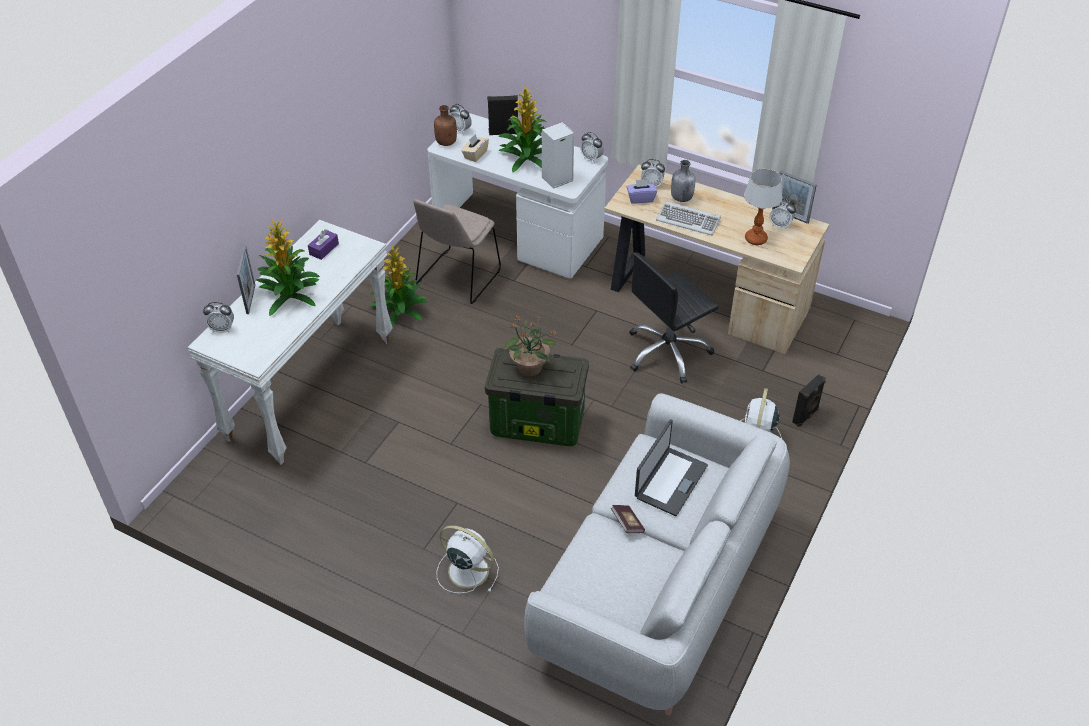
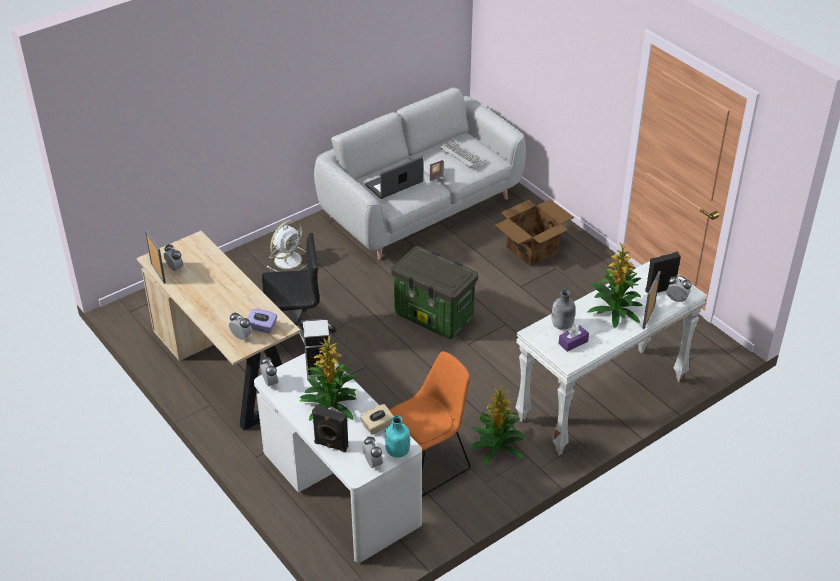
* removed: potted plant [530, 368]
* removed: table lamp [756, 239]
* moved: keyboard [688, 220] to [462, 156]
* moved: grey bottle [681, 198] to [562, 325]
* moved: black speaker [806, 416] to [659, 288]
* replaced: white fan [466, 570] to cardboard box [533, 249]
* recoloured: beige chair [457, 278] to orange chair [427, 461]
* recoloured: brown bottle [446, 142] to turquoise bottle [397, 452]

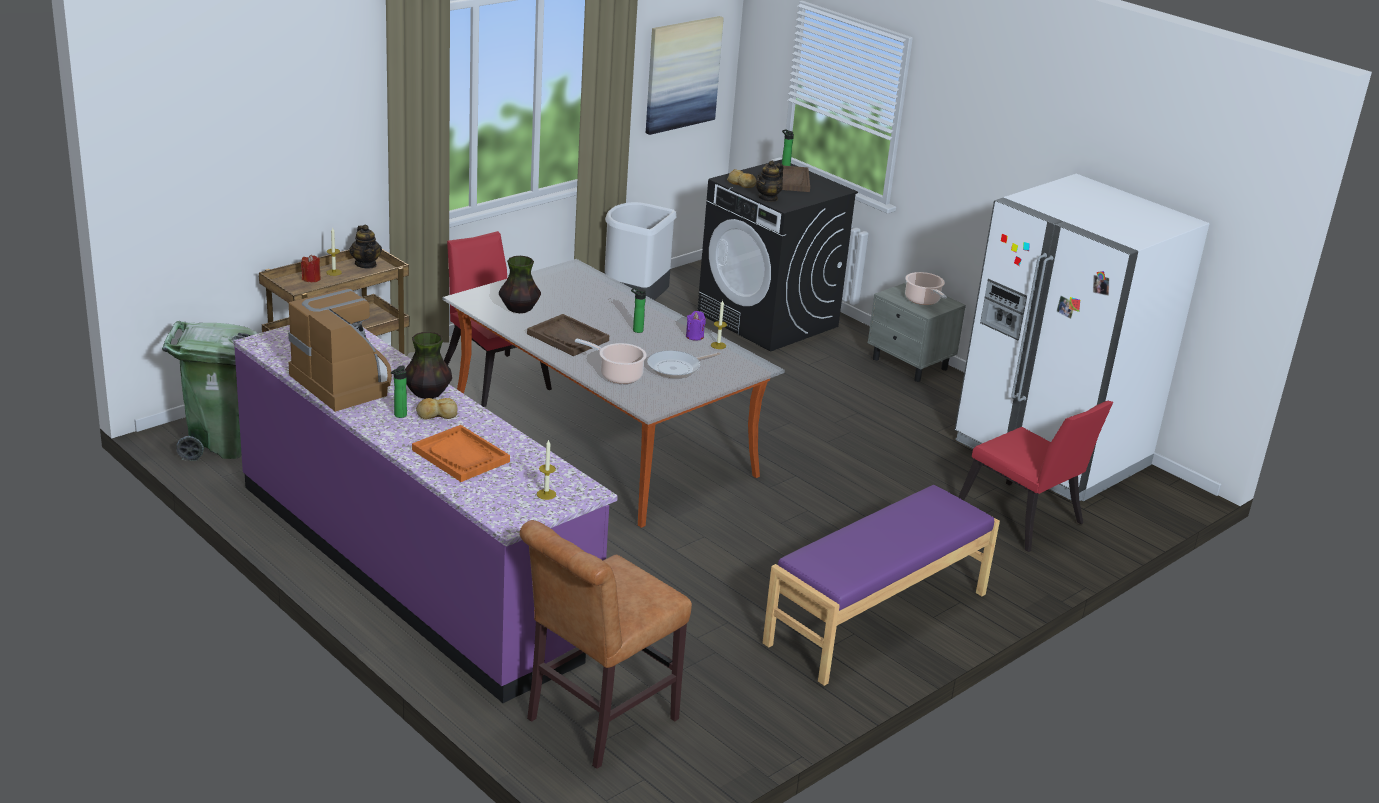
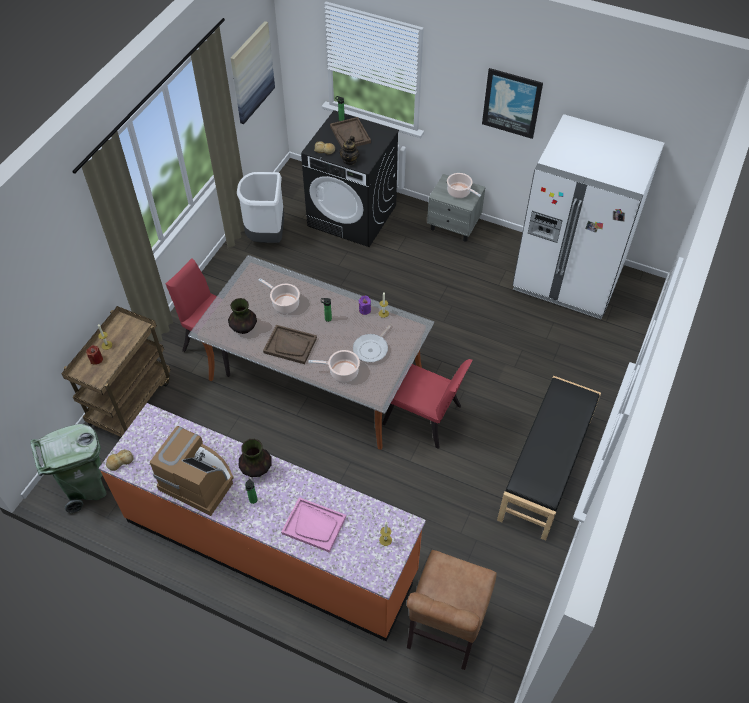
* removed: teapot [366, 264]
* added: cooking pot [284, 303]
* added: picture [512, 103]
* moved: bread [436, 414] to [120, 462]
* moved: red chair [1023, 521] to [426, 418]
* recoloured: purple counter [414, 565] to orange counter [270, 546]
* recoloured: orange tray [461, 456] to pink tray [314, 525]
* recoloured: purple bench [878, 619] to black bench [546, 469]

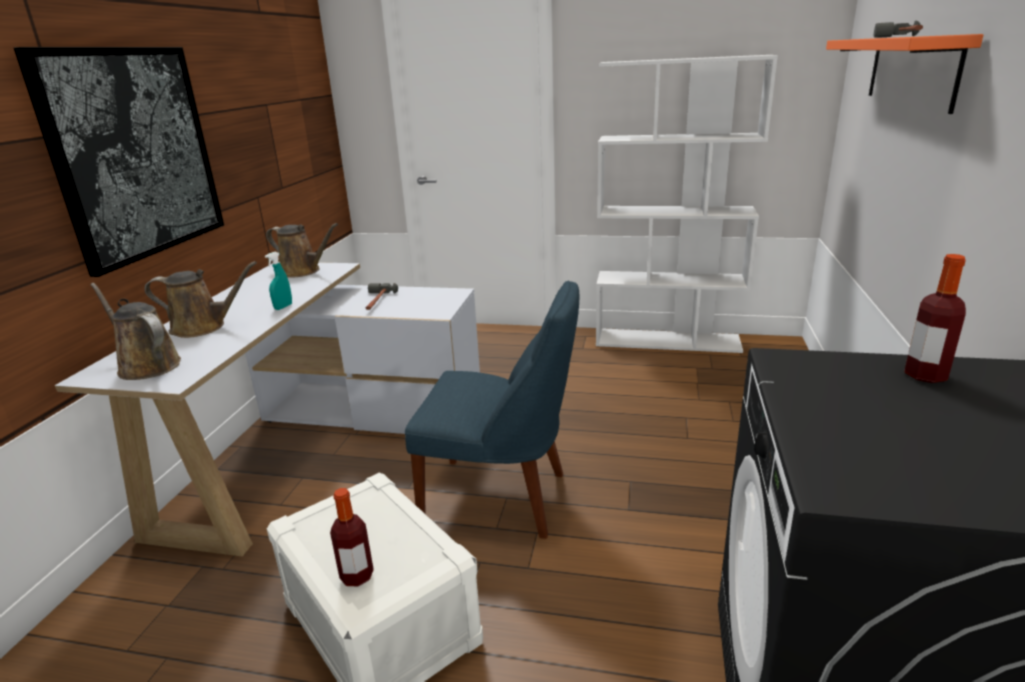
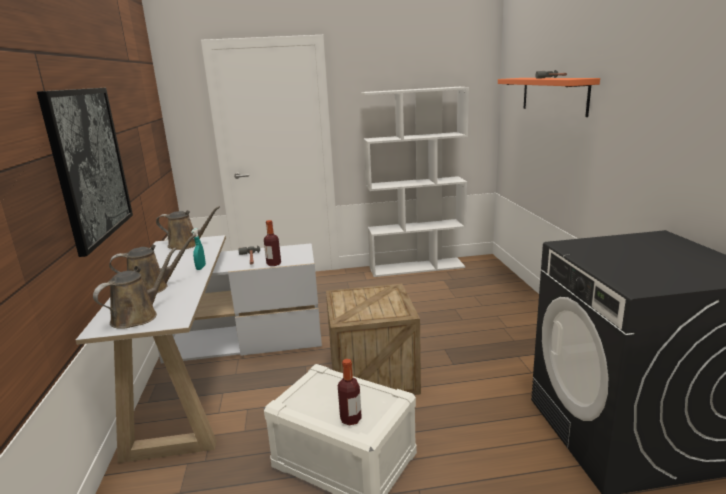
* moved: bottle [925, 375] to [274, 264]
* replaced: blue chair [502, 498] to crate [373, 375]
* turned: brown watering can [146, 365] = [138, 316] 105 degrees clockwise

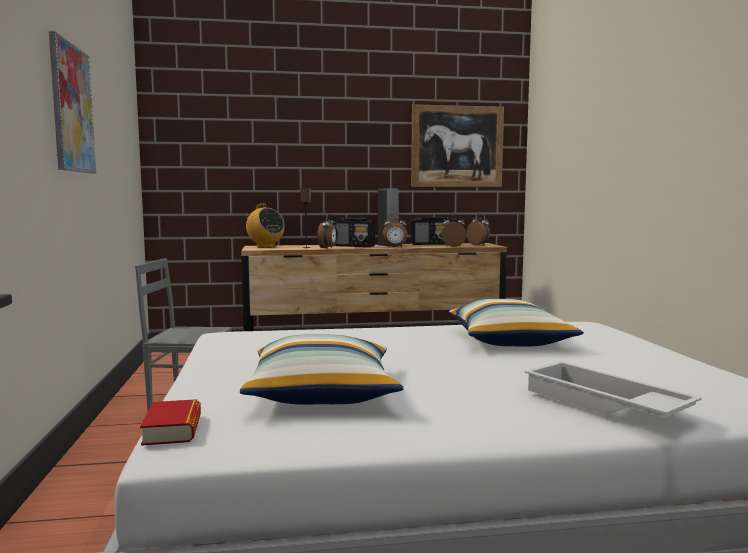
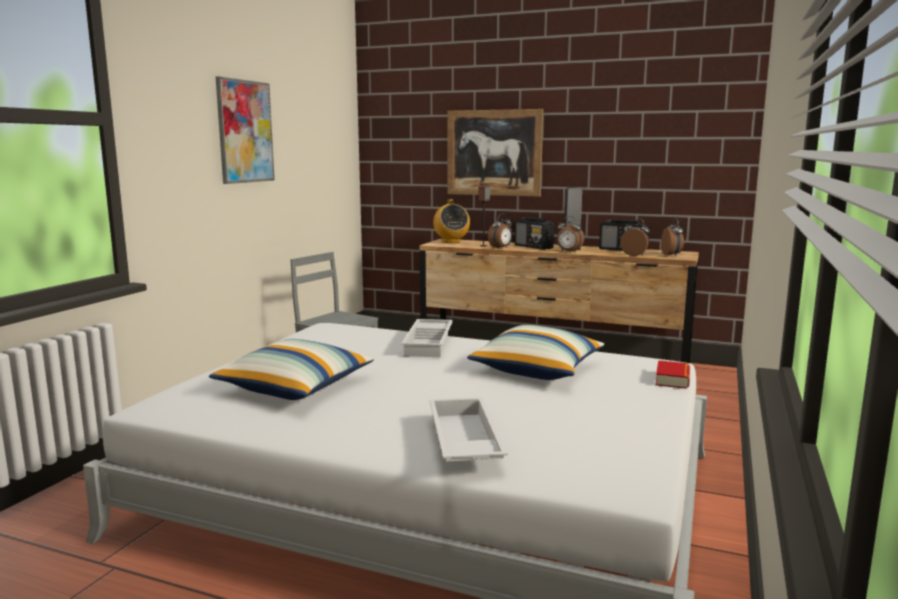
* added: white tray [430, 343]
* moved: book [172, 429] to [672, 379]
* moved: picture [457, 146] to [494, 153]

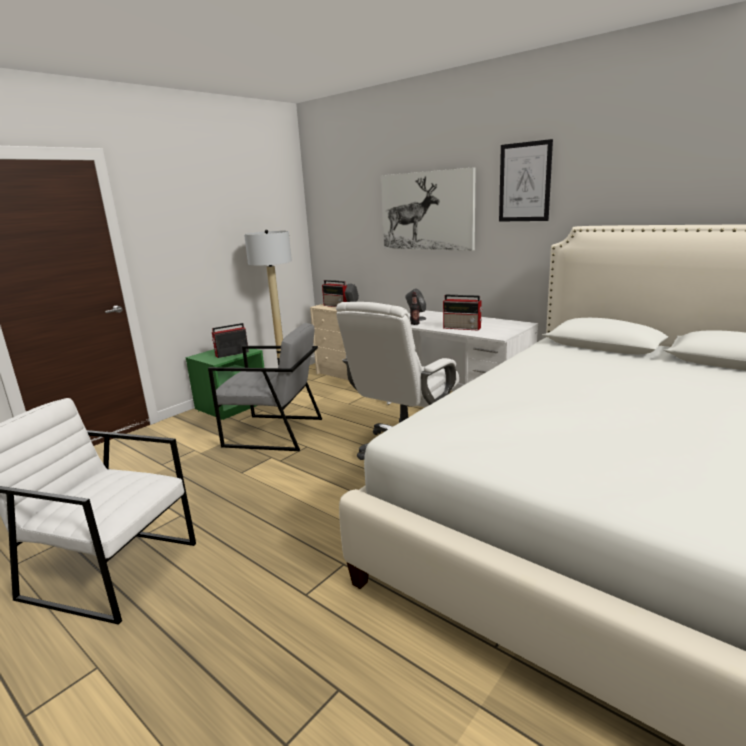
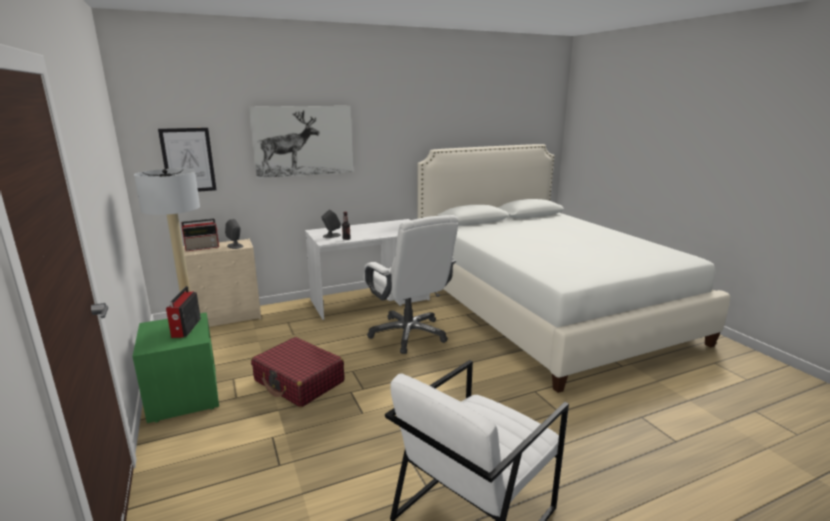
* removed: radio [463, 328]
* moved: picture [524, 182] to [188, 160]
* replaced: grey armchair [274, 432] to red suitcase [299, 381]

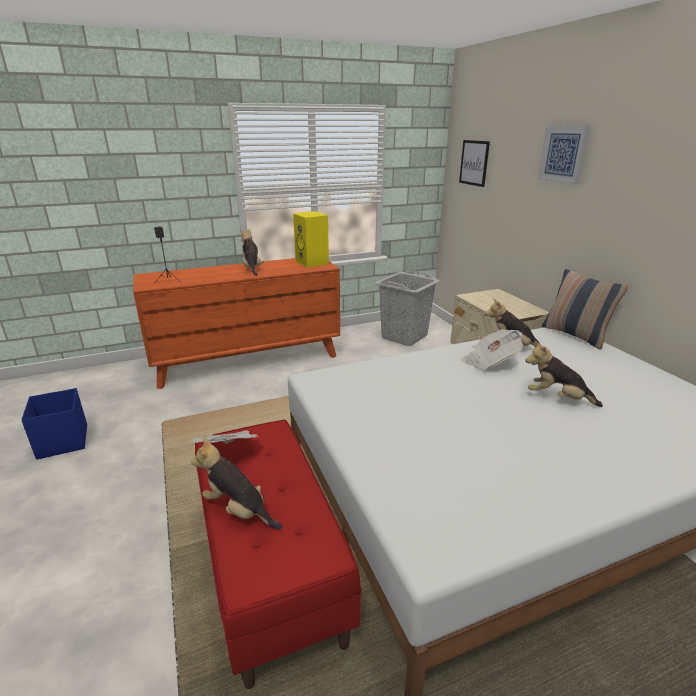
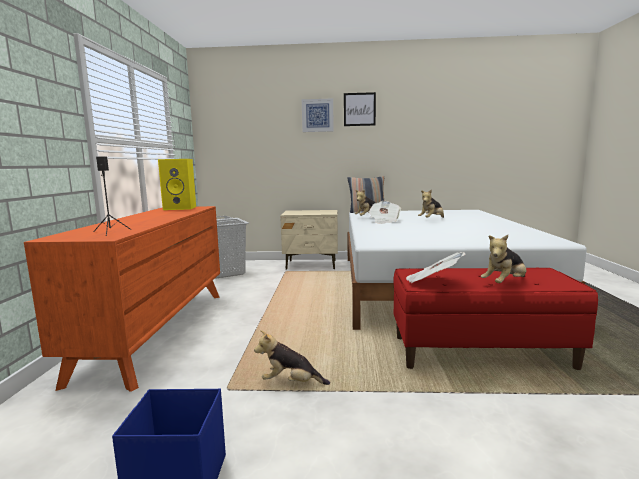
* moved: plush toy [252, 269] to [291, 383]
* moved: picture [474, 163] to [359, 109]

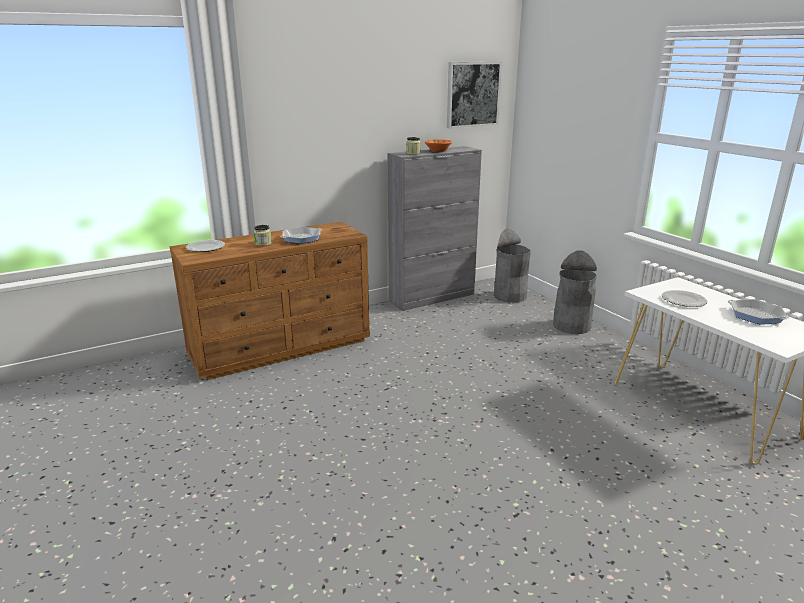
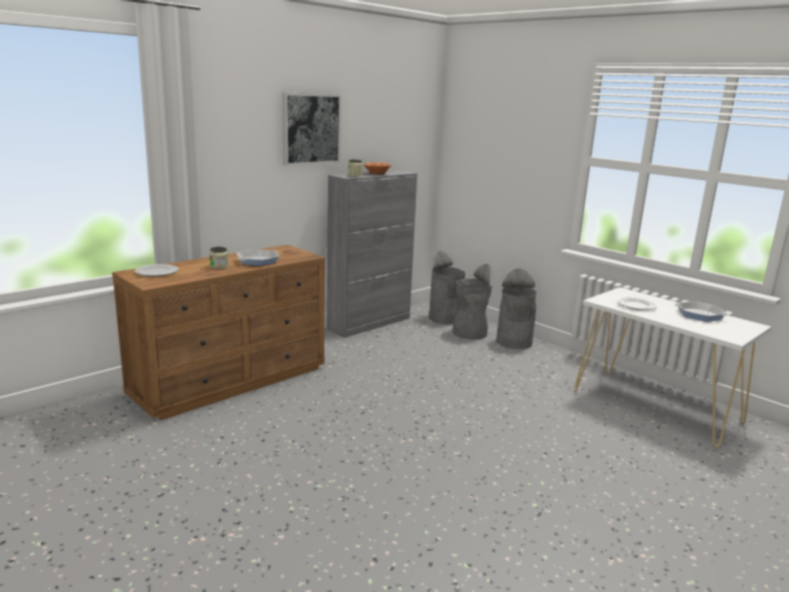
* added: grey trash can [469, 333]
* moved: picture [473, 94] to [311, 129]

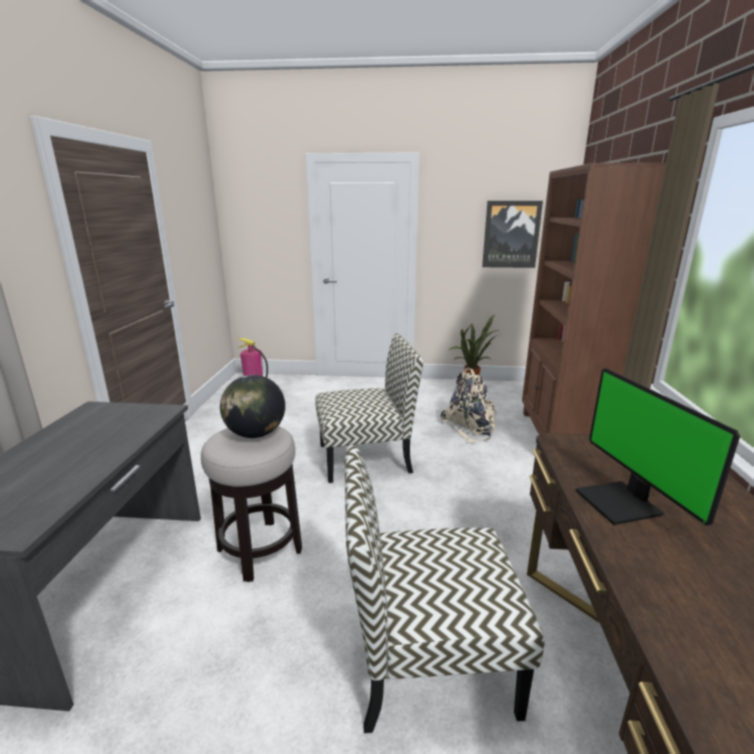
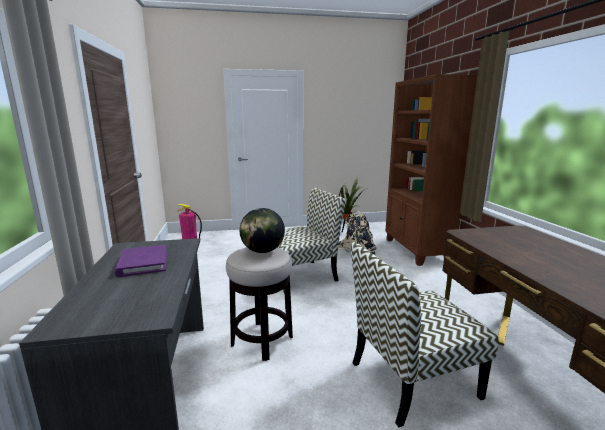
* removed: picture [511, 234]
* removed: monitor [621, 503]
* added: purple book [143, 263]

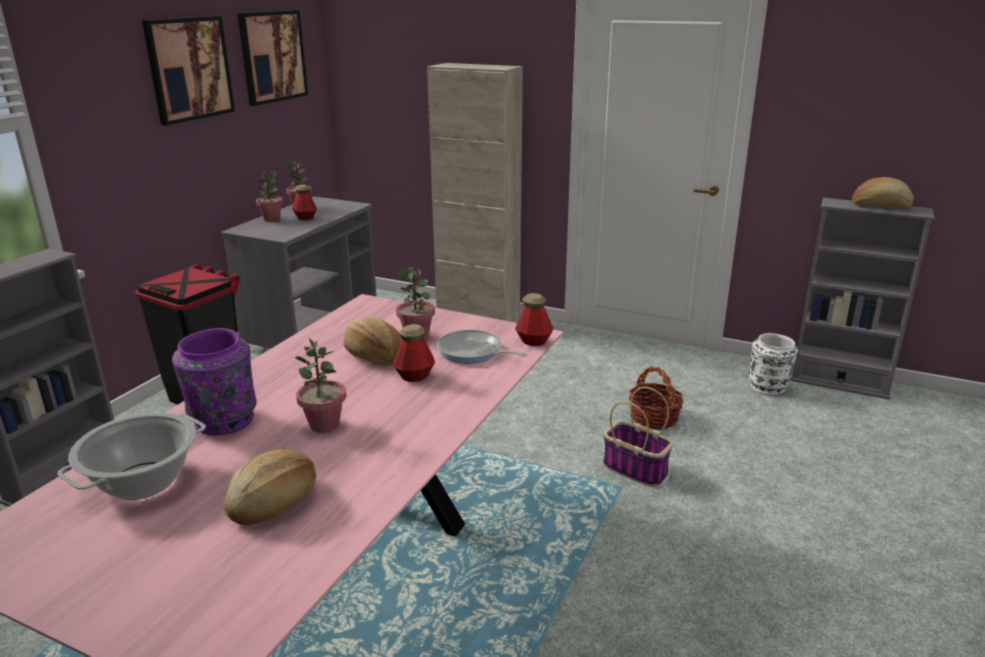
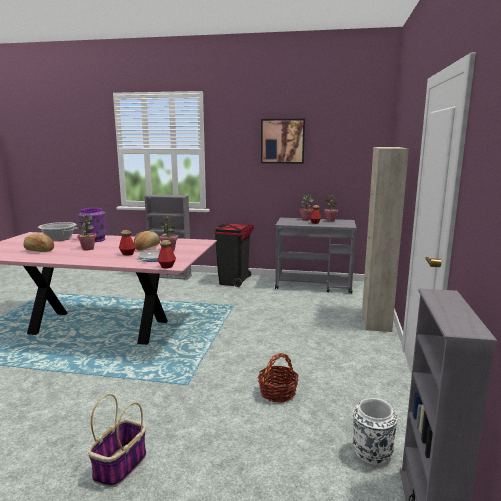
* removed: picture [272, 56]
* removed: bread [880, 206]
* moved: basket [636, 469] to [120, 467]

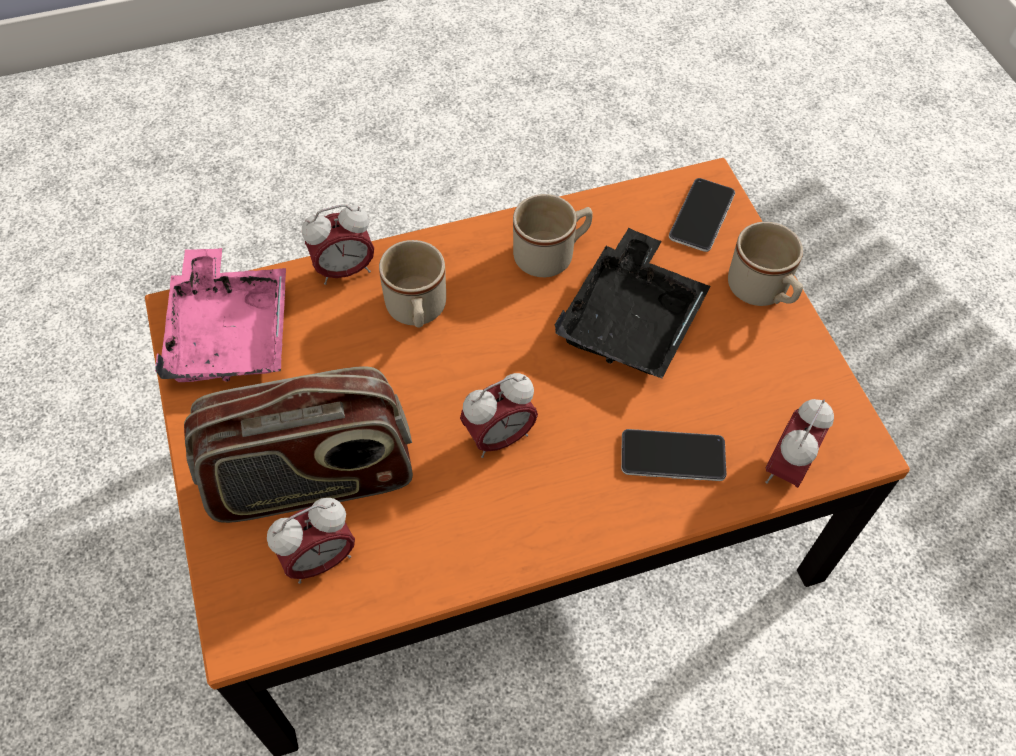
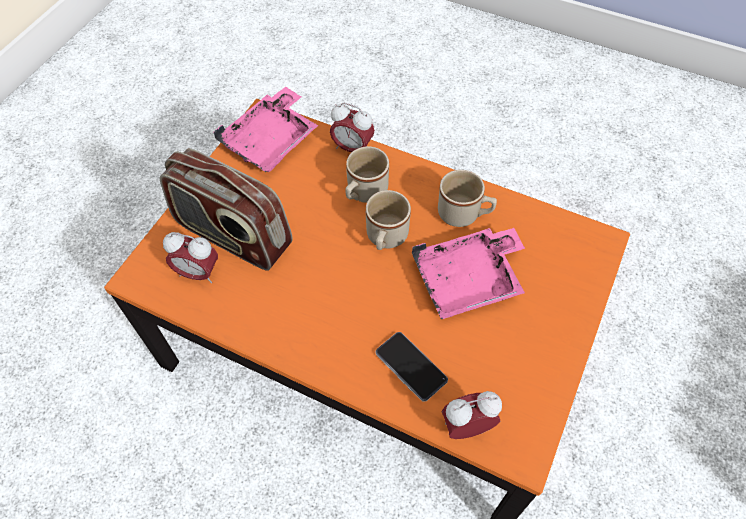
* removed: alarm clock [499, 438]
* removed: phone [702, 216]
* moved: beige mug [762, 292] to [385, 239]
* recoloured: black tray [631, 321] to pink tray [469, 280]

